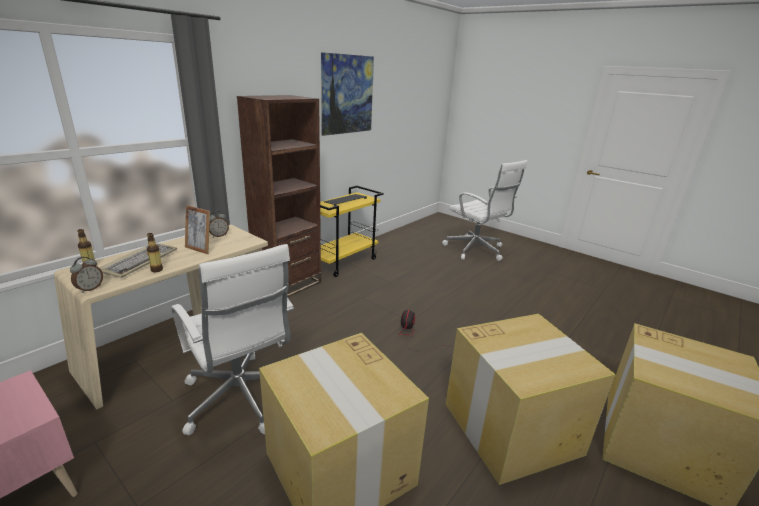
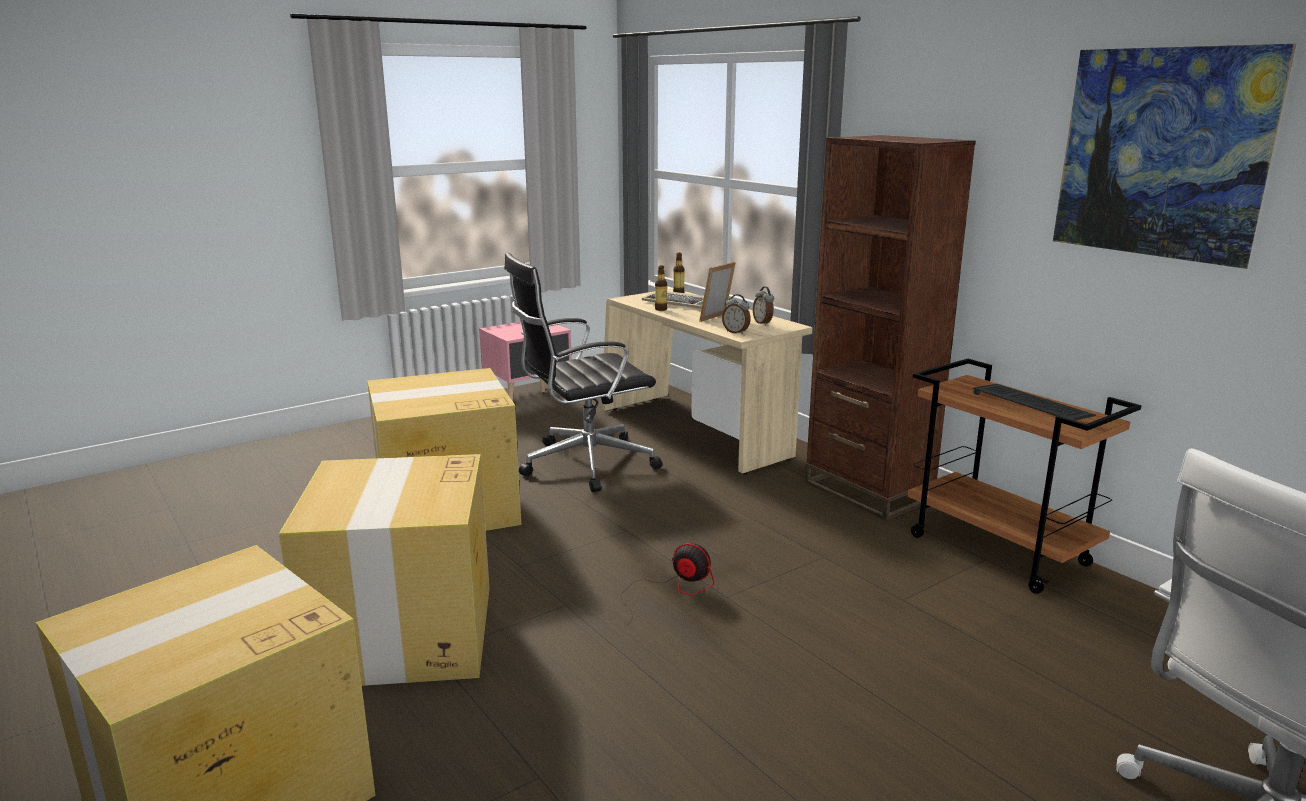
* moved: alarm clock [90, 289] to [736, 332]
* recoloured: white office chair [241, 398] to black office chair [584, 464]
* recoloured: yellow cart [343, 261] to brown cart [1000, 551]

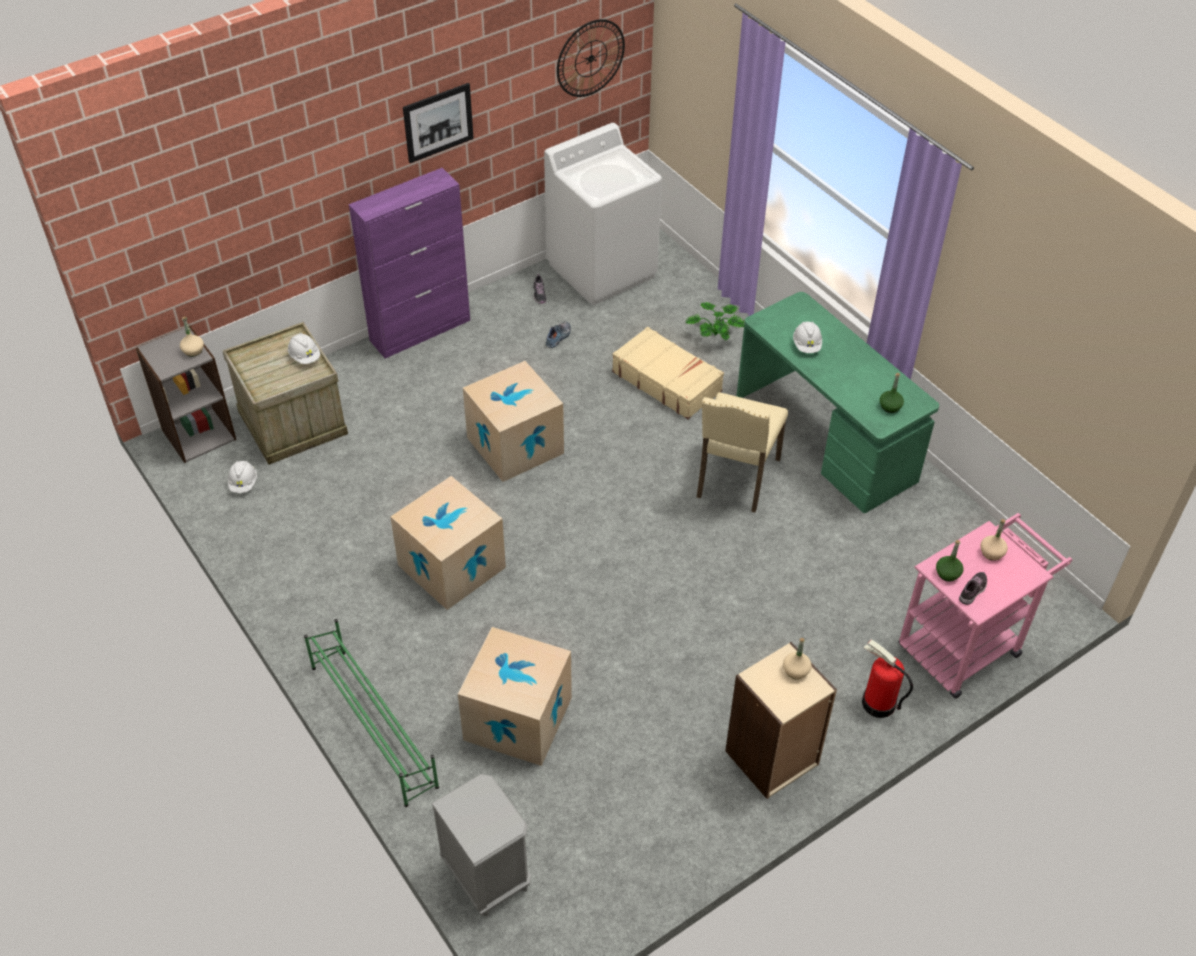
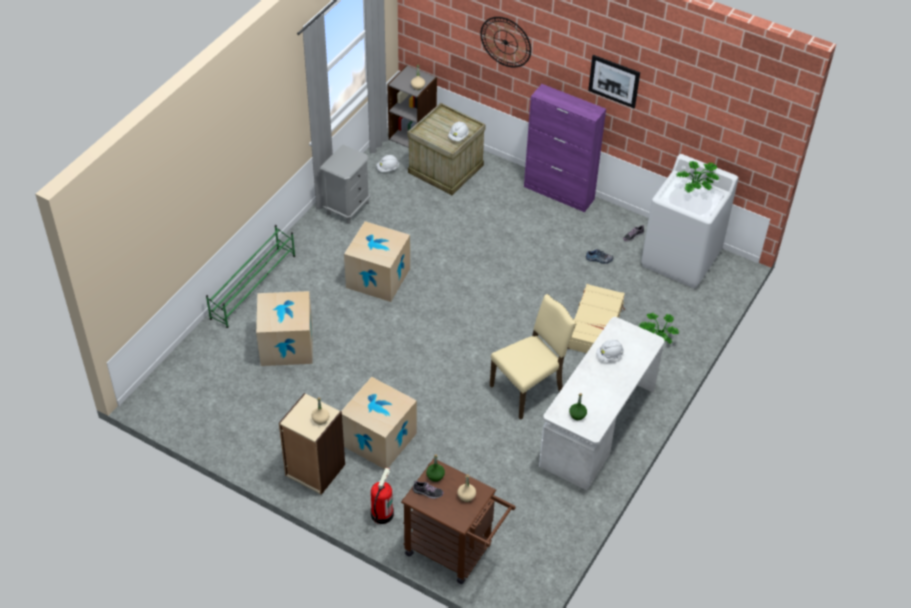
* added: potted plant [696, 189]
* moved: grey nightstand [486, 876] to [347, 208]
* moved: cardboard box [515, 445] to [379, 439]
* moved: wall clock [590, 58] to [505, 42]
* recoloured: green desk [825, 437] to white desk [598, 427]
* recoloured: pink cart [966, 644] to brown cart [455, 551]
* turned: beige chair [735, 478] = [529, 389] 150 degrees clockwise

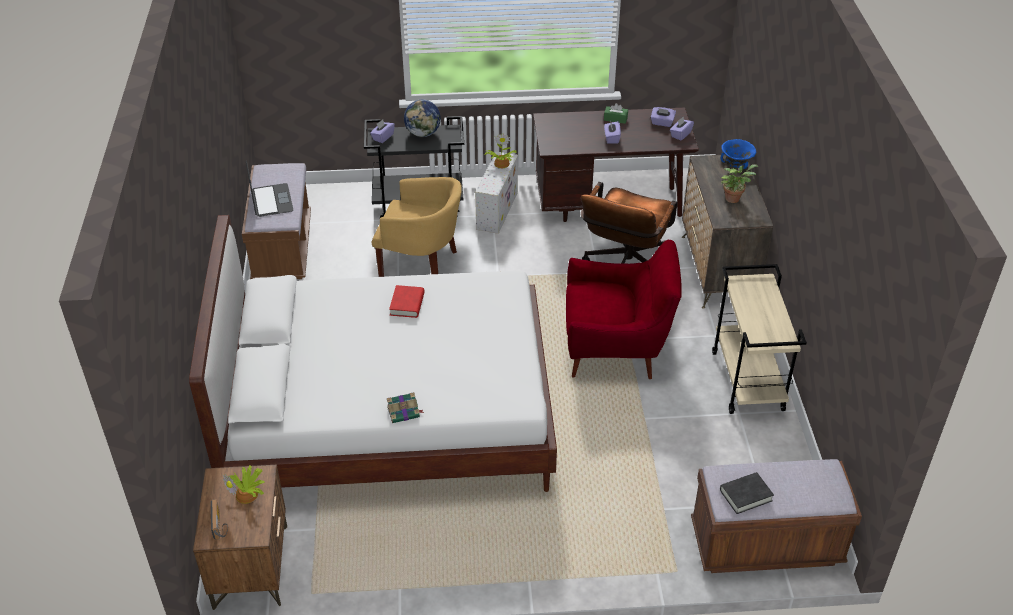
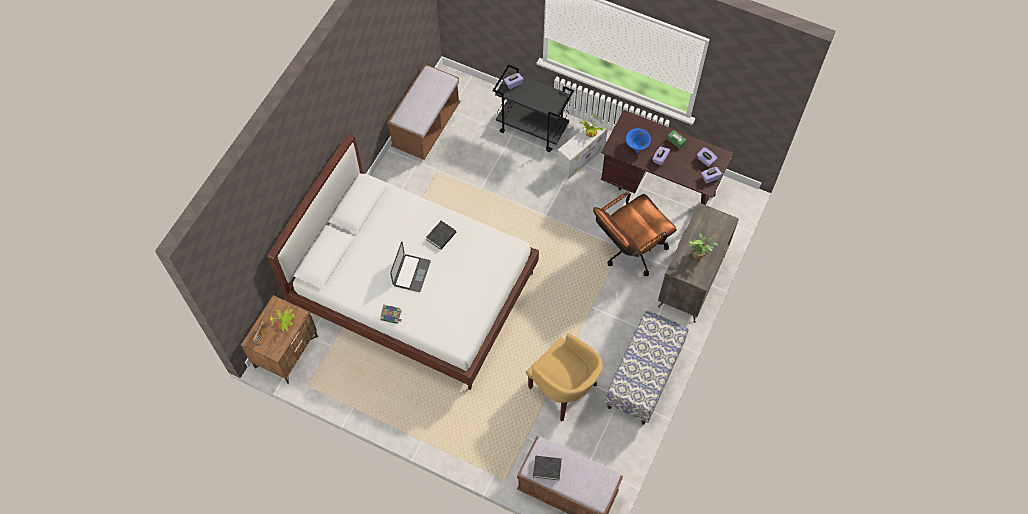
* removed: globe [423, 133]
* removed: red armchair [616, 349]
* moved: laptop [271, 200] to [411, 273]
* moved: yellow armchair [422, 268] to [564, 389]
* moved: blue bowl [735, 164] to [636, 146]
* replaced: beige cart [748, 381] to bench [644, 377]
* recoloured: red book [407, 304] to black book [441, 236]

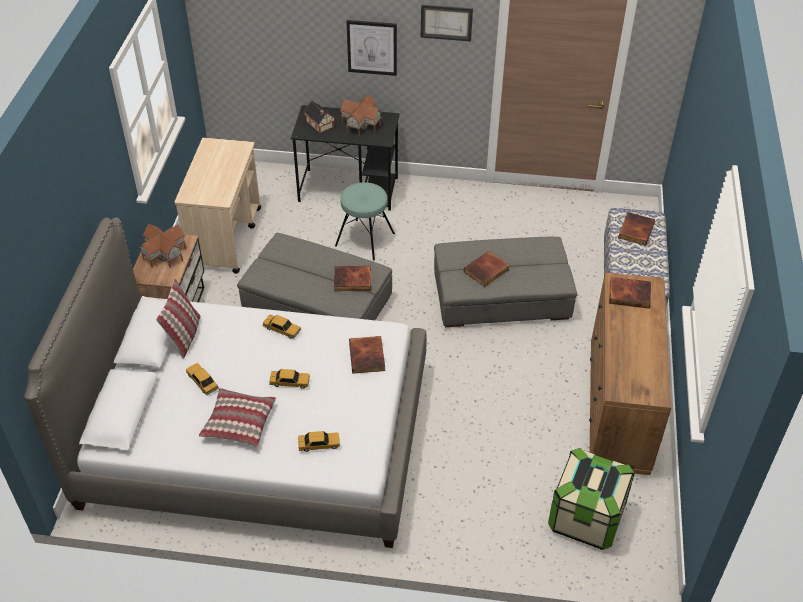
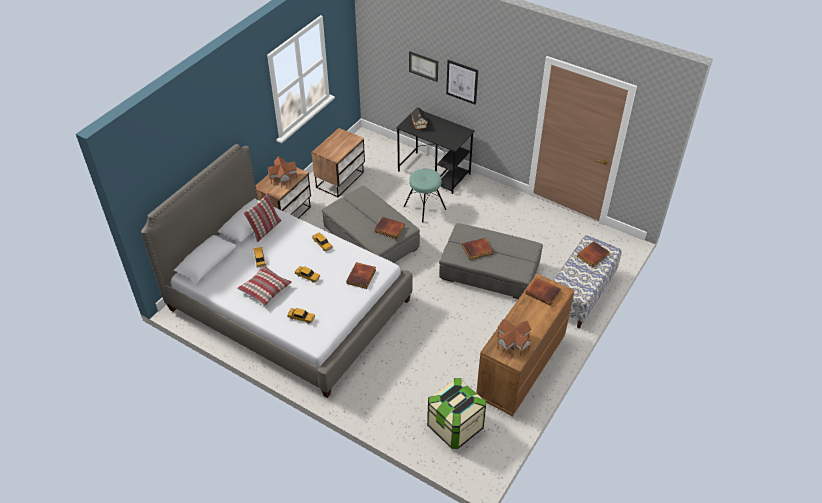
* moved: toy house [361, 124] to [513, 343]
* moved: picture [446, 22] to [423, 66]
* replaced: beige cart [225, 237] to nightstand [341, 180]

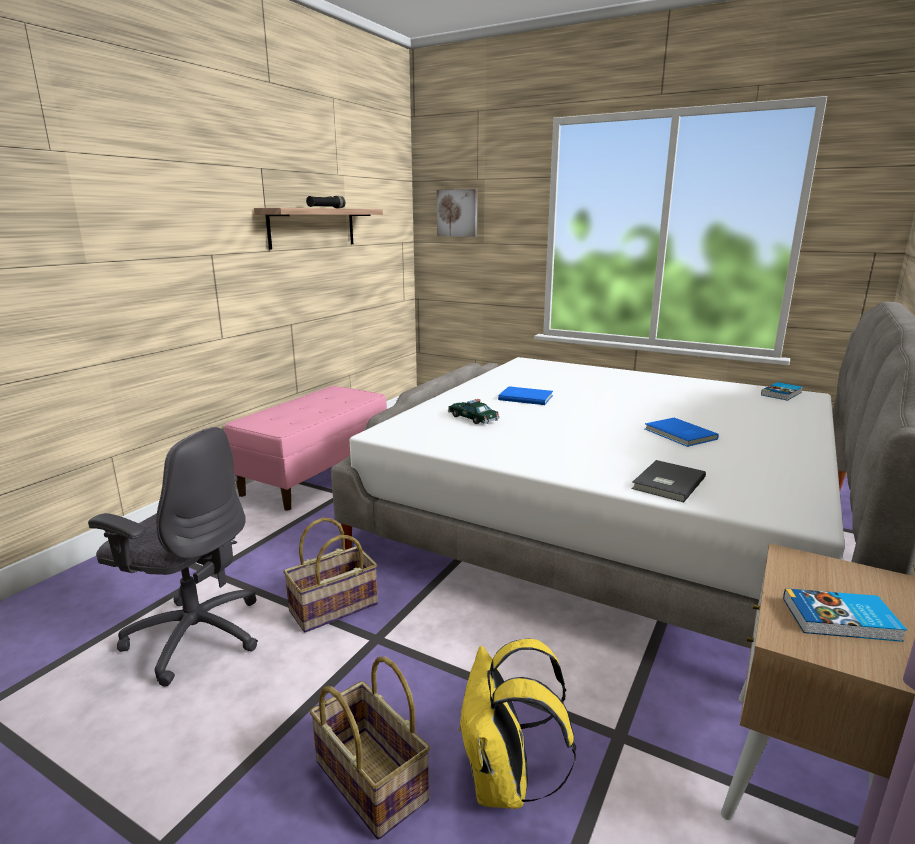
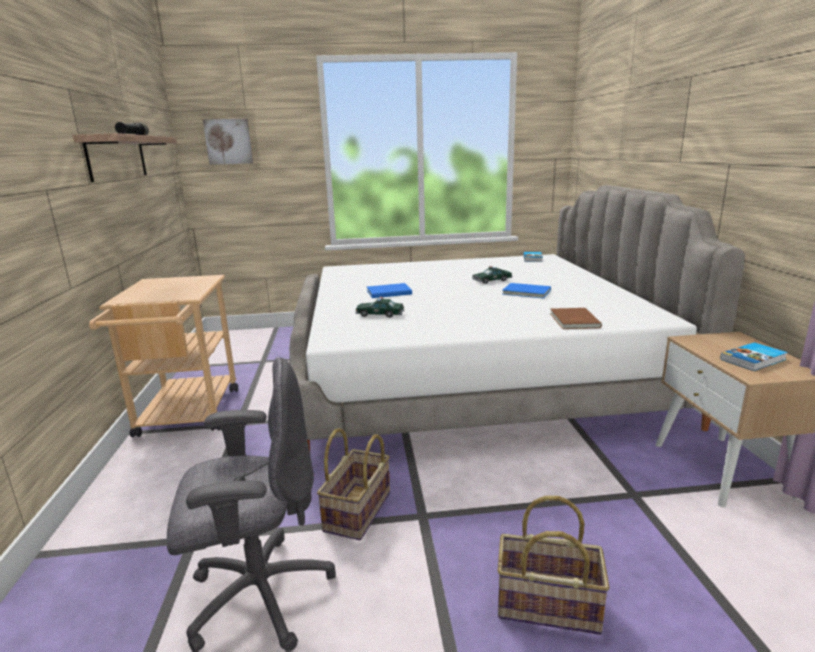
* removed: yellow backpack [504, 782]
* added: toy car [492, 280]
* replaced: pink bench [316, 474] to beige cart [186, 417]
* recoloured: grey book [666, 483] to brown book [573, 320]

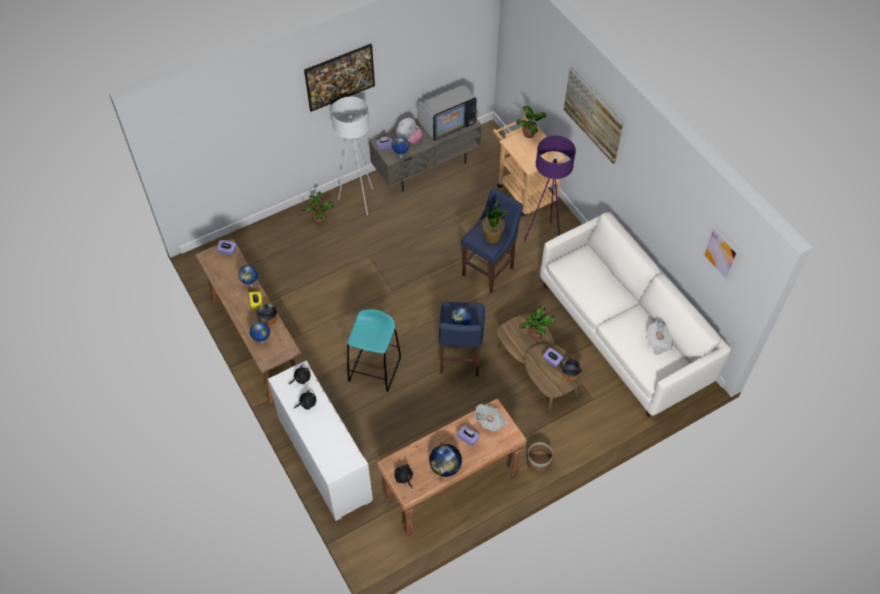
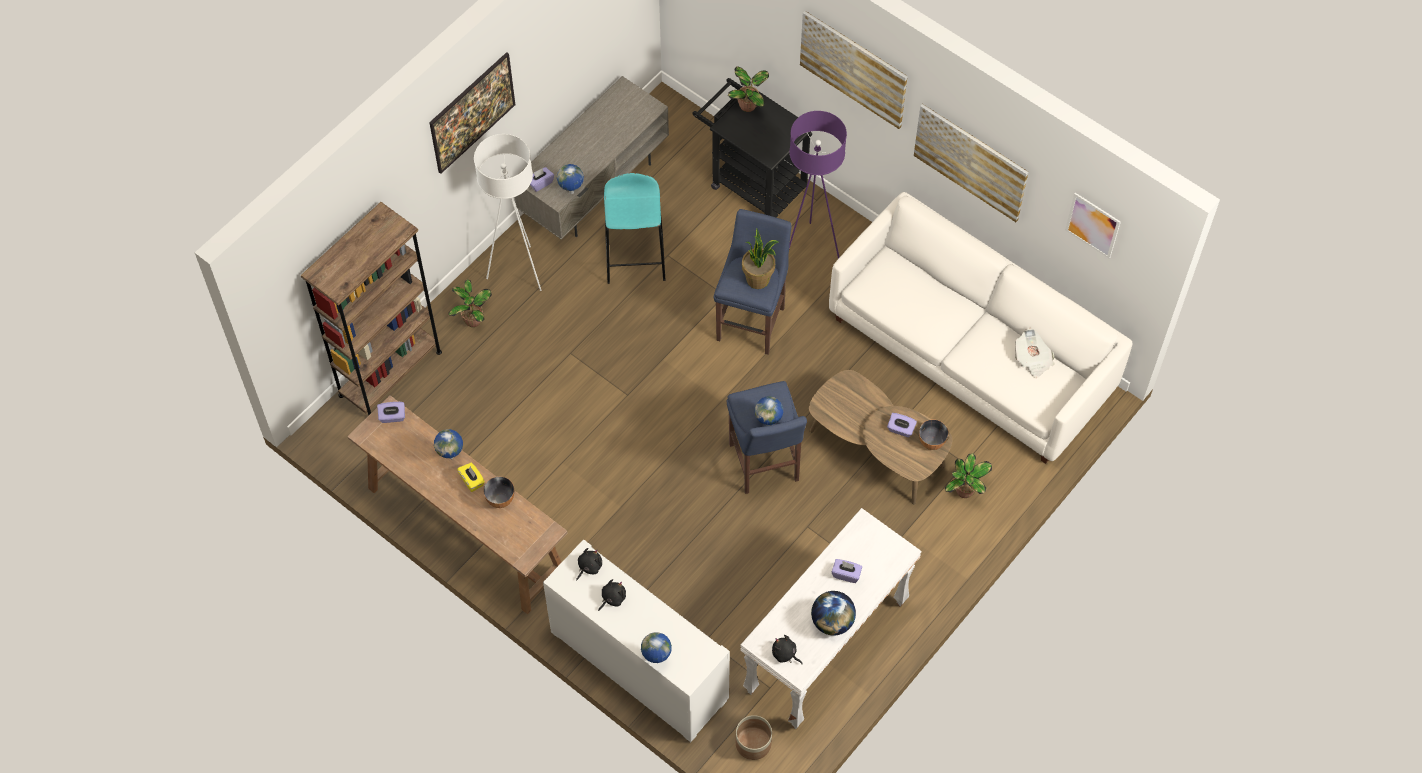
* removed: plush toy [409, 139]
* removed: television [446, 124]
* removed: newspaper [490, 422]
* added: brown bookcase [390, 373]
* added: picture [970, 162]
* moved: globe [262, 342] to [656, 659]
* moved: turquoise stool [375, 369] to [635, 258]
* moved: potted plant [535, 335] to [965, 492]
* moved: planter [538, 462] to [753, 743]
* recoloured: brown console table [451, 490] to white console table [826, 648]
* recoloured: beige cart [523, 190] to black cart [751, 182]

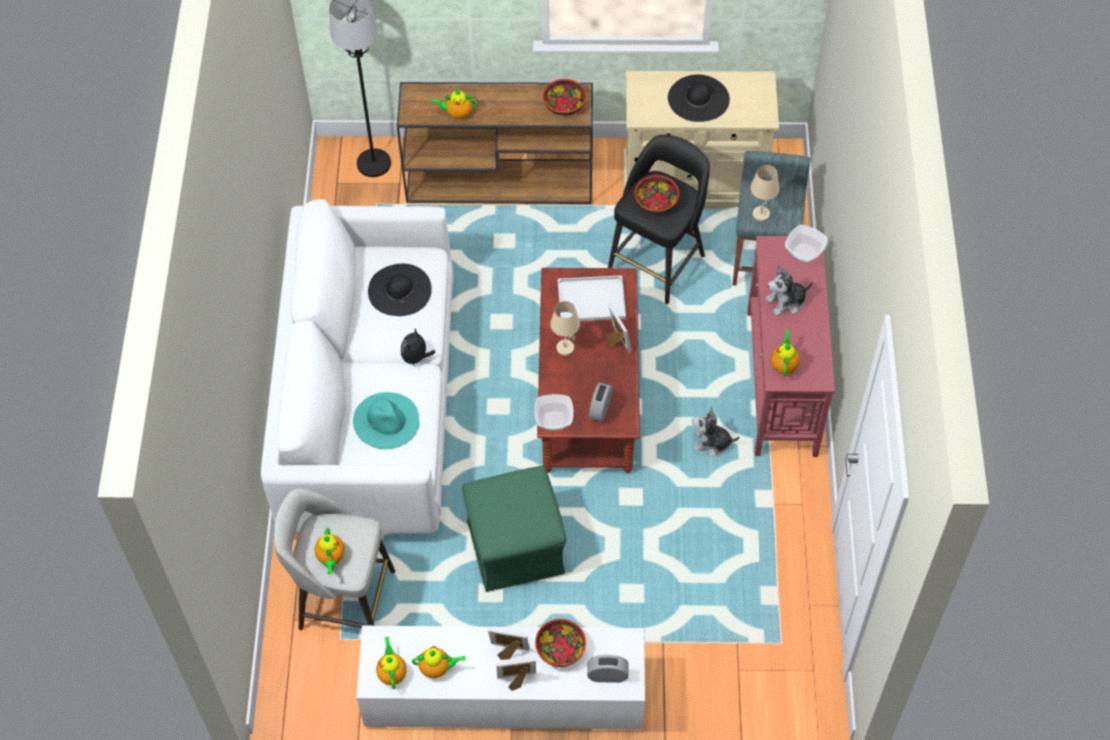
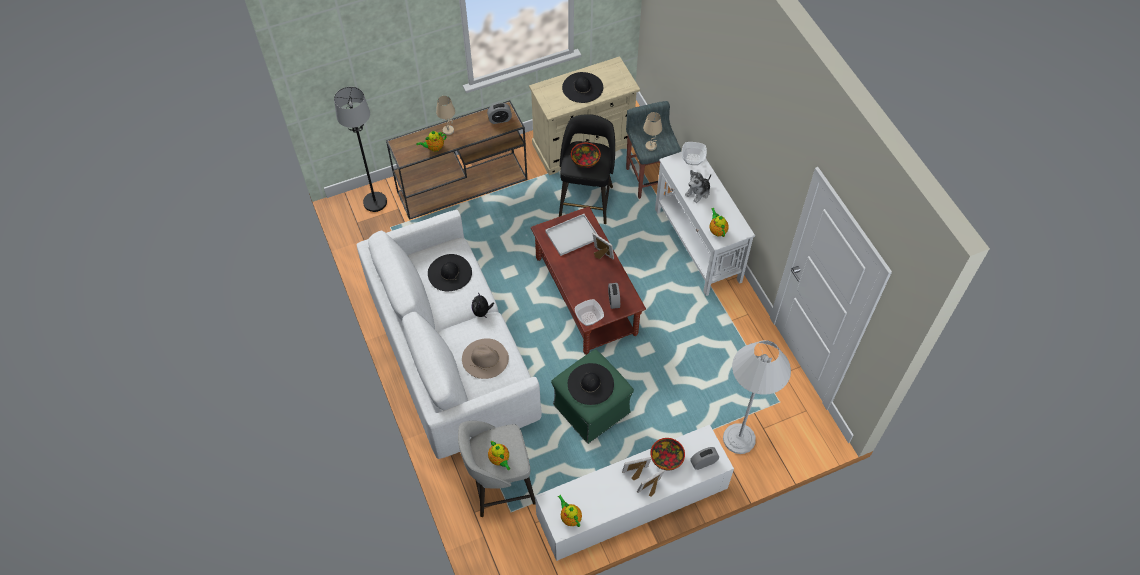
* removed: teapot [437, 668]
* removed: plush toy [711, 443]
* added: black hat [590, 384]
* added: white floor lamp [739, 439]
* moved: beige table lamp [565, 347] to [448, 130]
* replaced: bowl [564, 105] to alarm clock [500, 119]
* recoloured: turquoise hat [386, 420] to beige hat [485, 358]
* recoloured: red console table [780, 382] to white console table [697, 246]

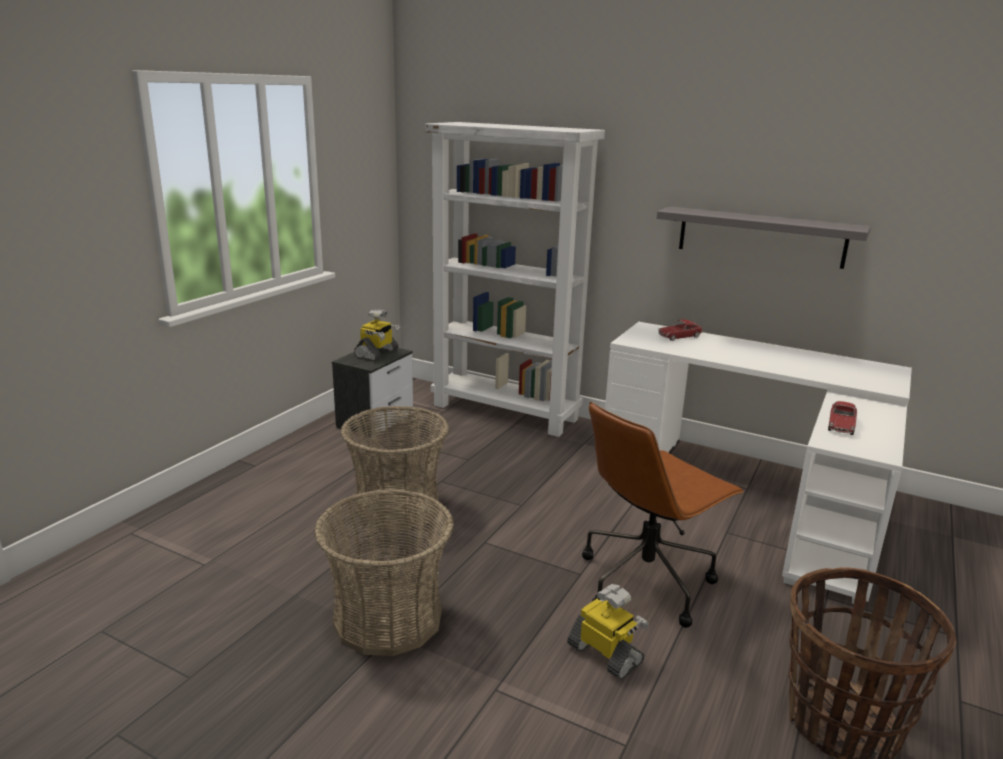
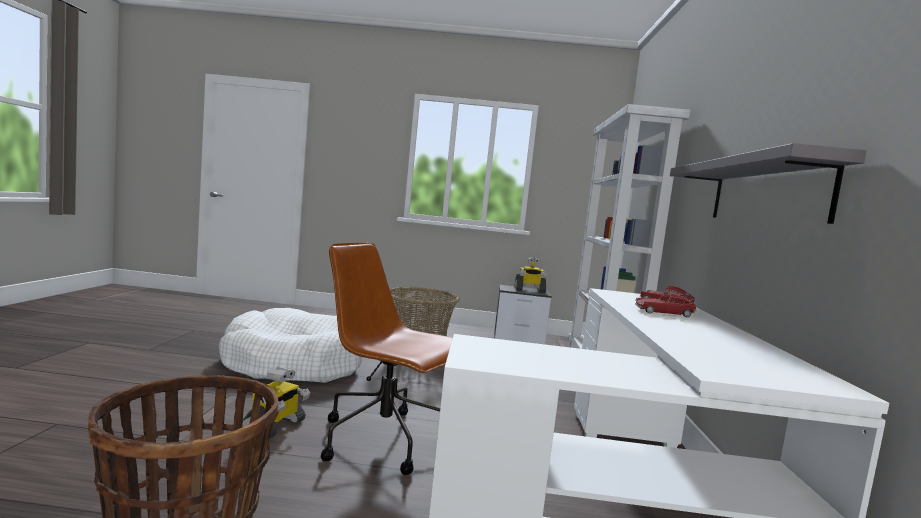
* moved: toy car [841, 425] to [663, 313]
* replaced: basket [387, 618] to white dog bed [293, 363]

